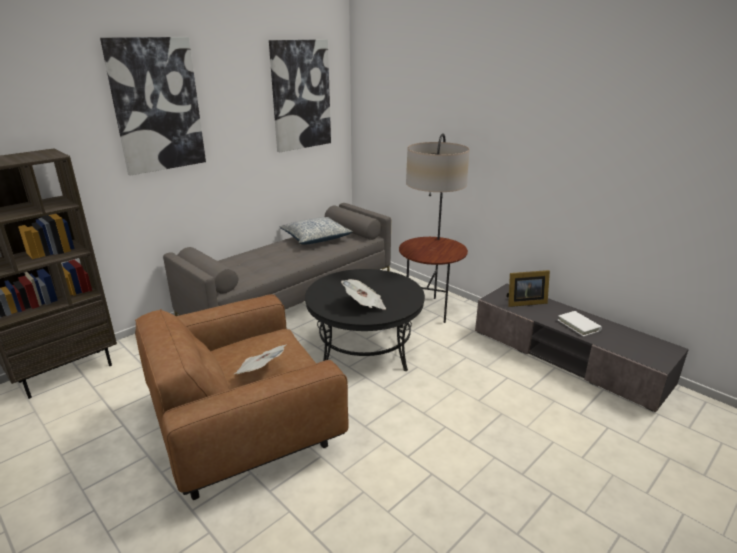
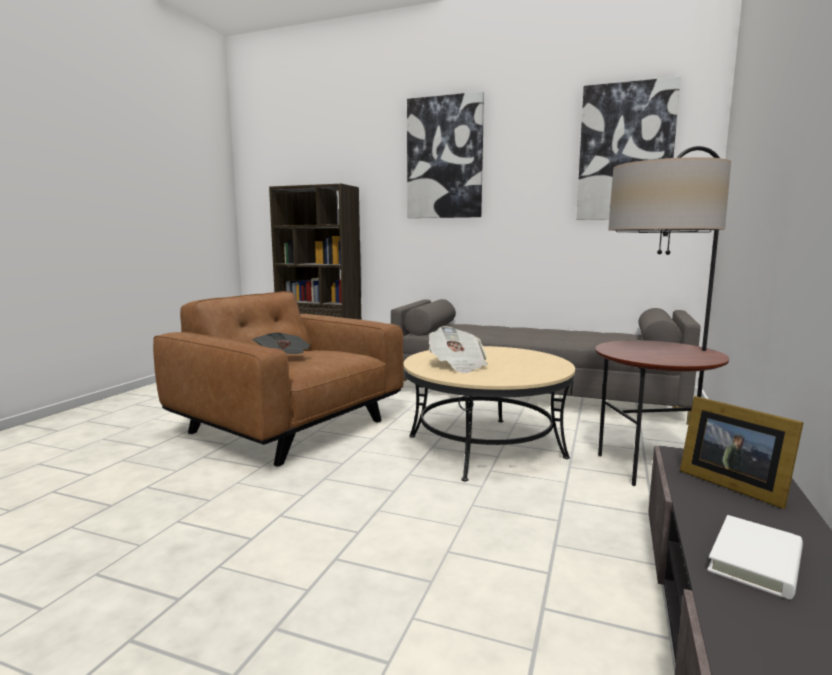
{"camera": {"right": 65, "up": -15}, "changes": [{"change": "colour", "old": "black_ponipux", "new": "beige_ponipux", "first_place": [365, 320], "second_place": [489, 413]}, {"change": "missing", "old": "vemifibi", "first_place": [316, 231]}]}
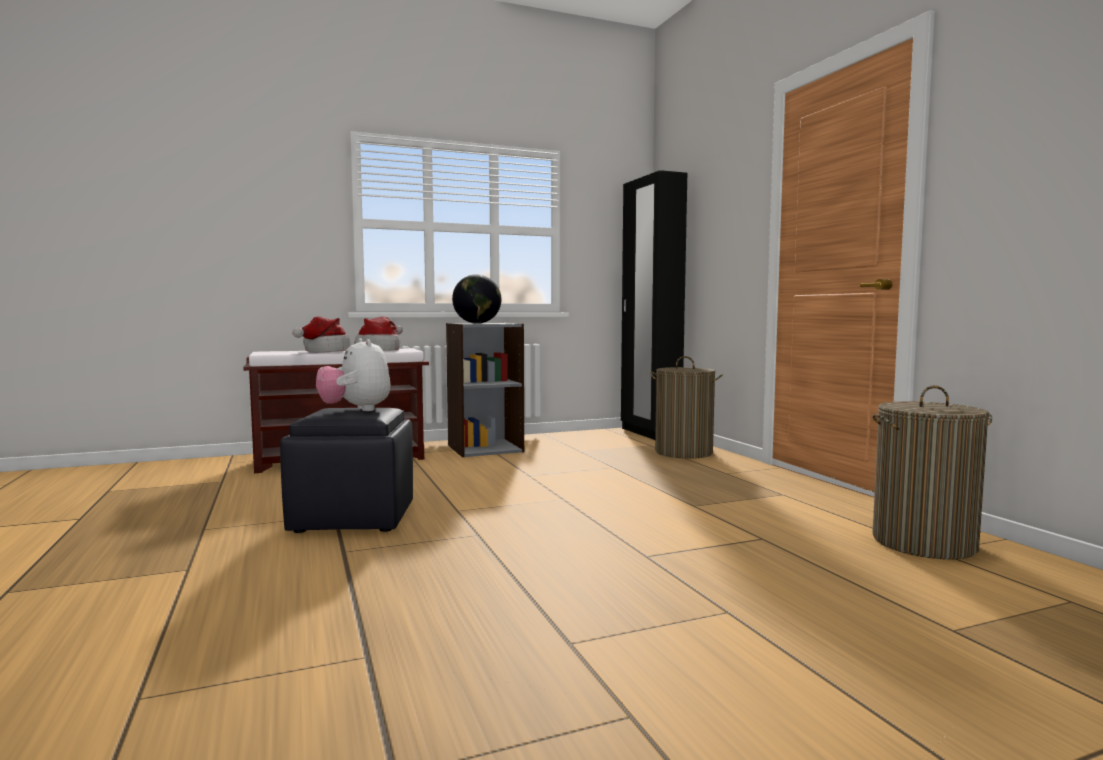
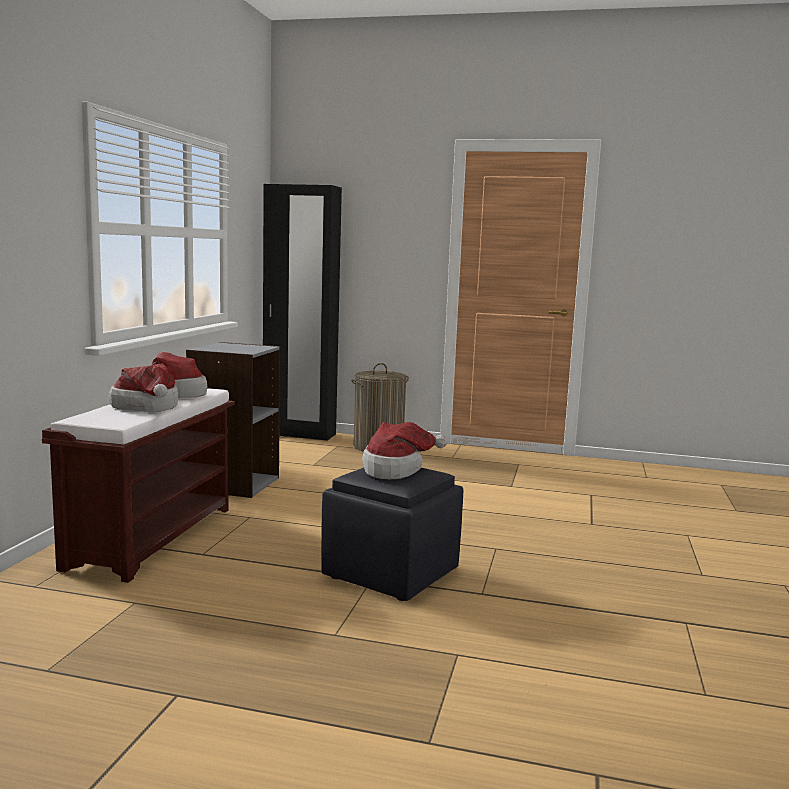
{"camera": {"right": -55, "up": 5}, "changes": [{"change": "exchanged", "old": "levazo", "new": "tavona", "first_place": [353, 374], "second_place": [404, 450]}, {"change": "missing", "old": "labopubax", "first_place": [476, 299]}, {"change": "missing", "old": "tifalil", "first_place": [932, 472]}]}
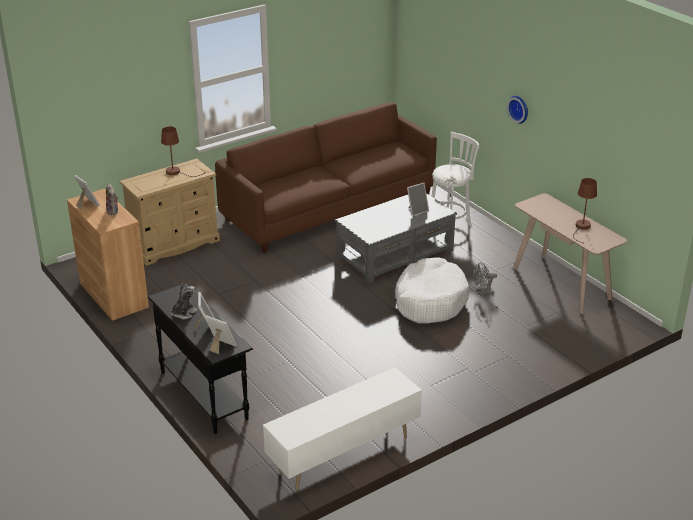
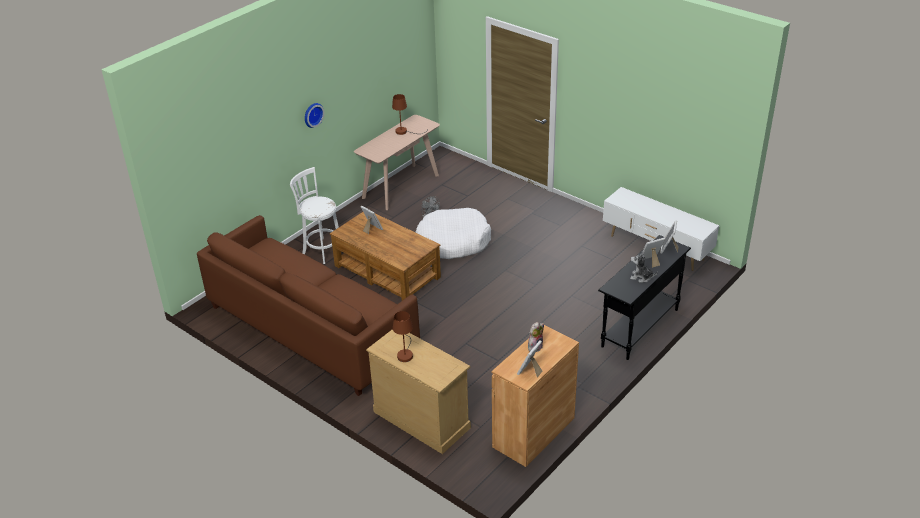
{"camera": {"right": -105, "up": 5}, "changes": [{"change": "colour", "old": "grey_ponipux", "new": "brown_ponipux", "first_place": [396, 238], "second_place": [385, 256]}]}
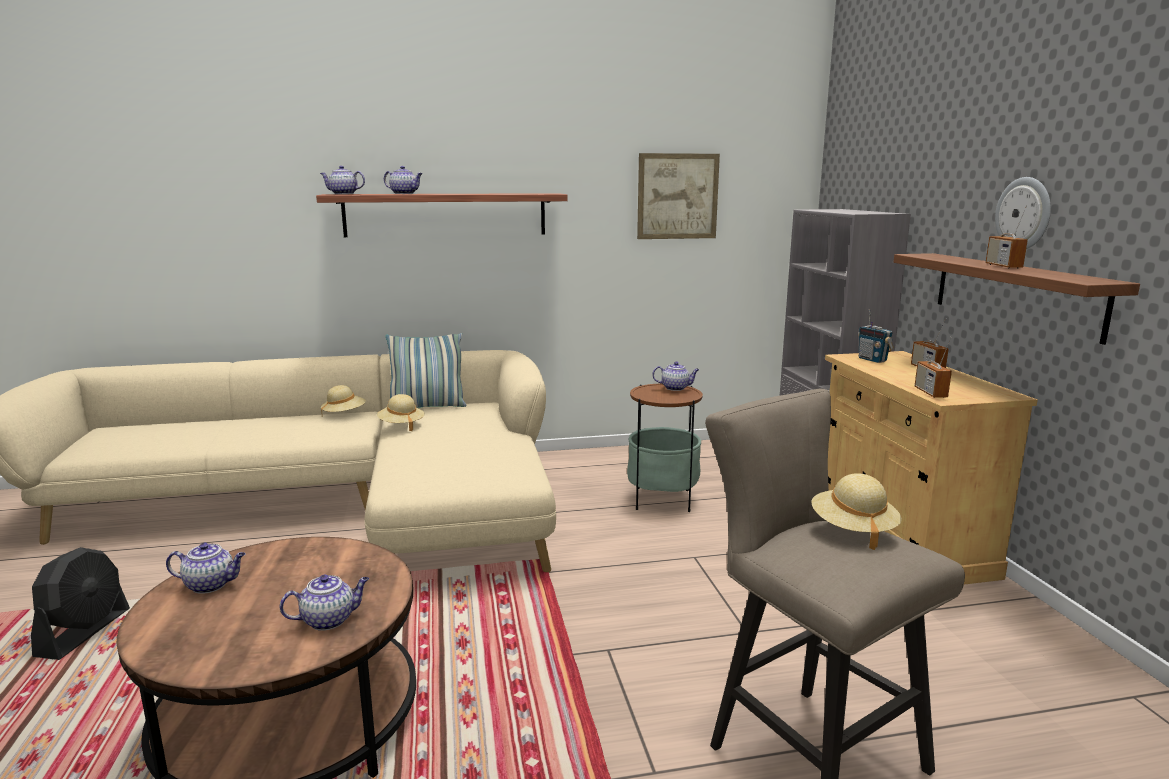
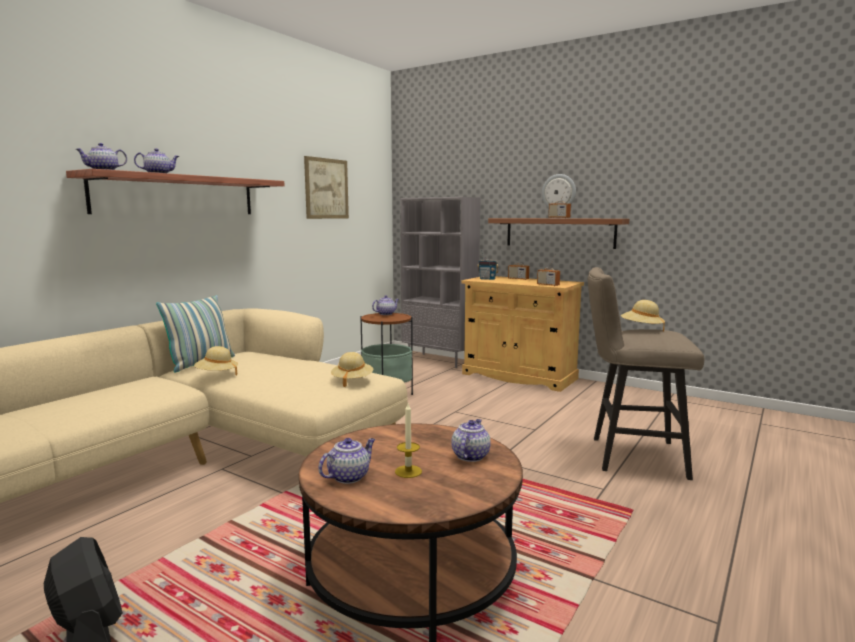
{"camera": {"right": -45, "up": -5}, "changes": [{"change": "relocated", "old": "beige_tavona", "first_place": [343, 401], "second_place": [352, 369]}, {"change": "appeared", "new": "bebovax", "second_place": [408, 440]}]}
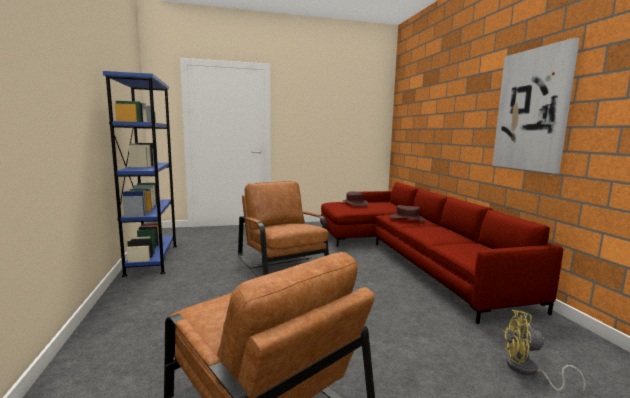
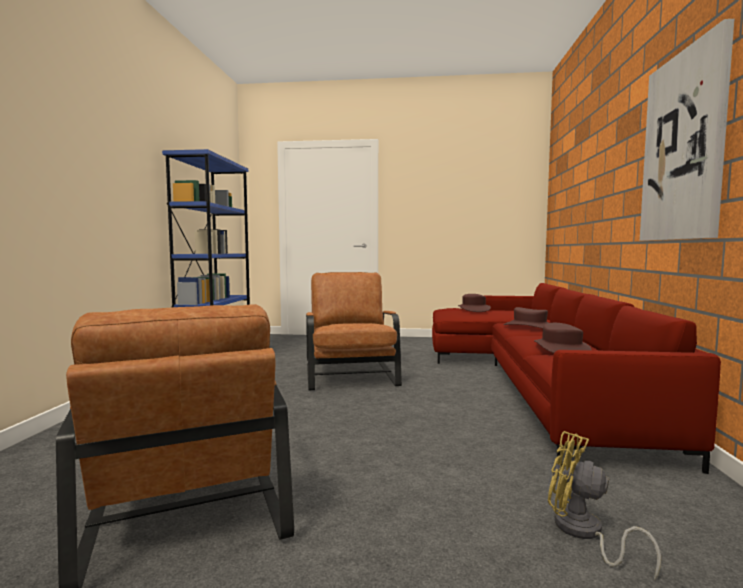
{"camera": {"right": 20, "up": -5}, "changes": [{"change": "appeared", "new": "brown_tavona", "second_place": [563, 338]}]}
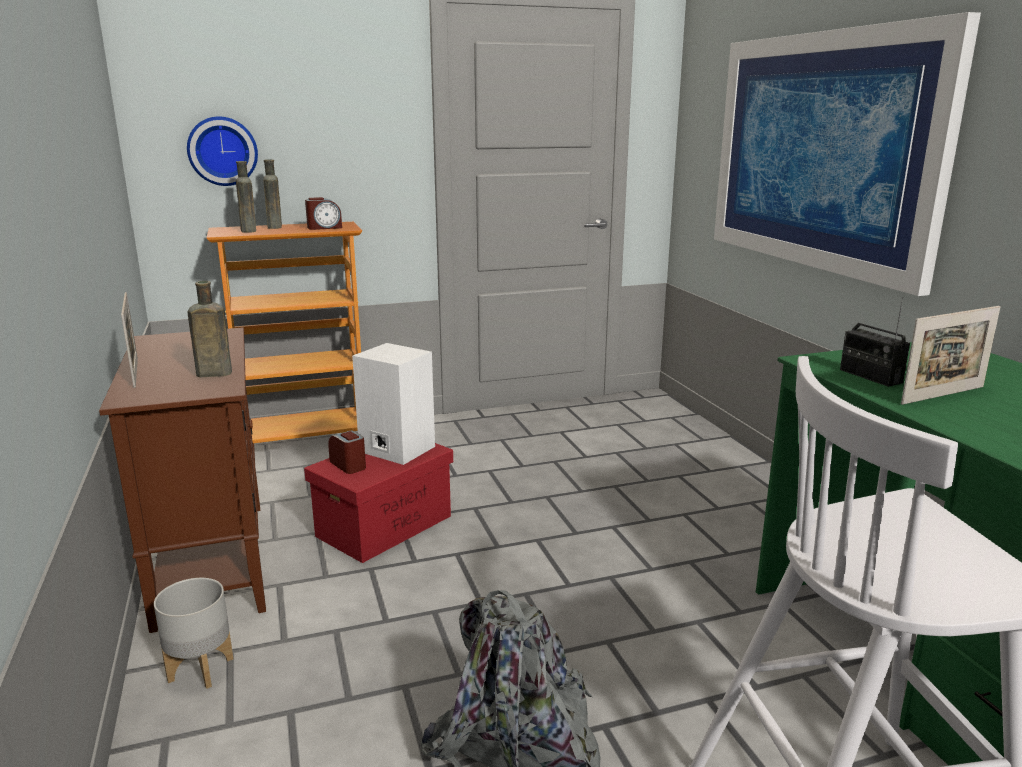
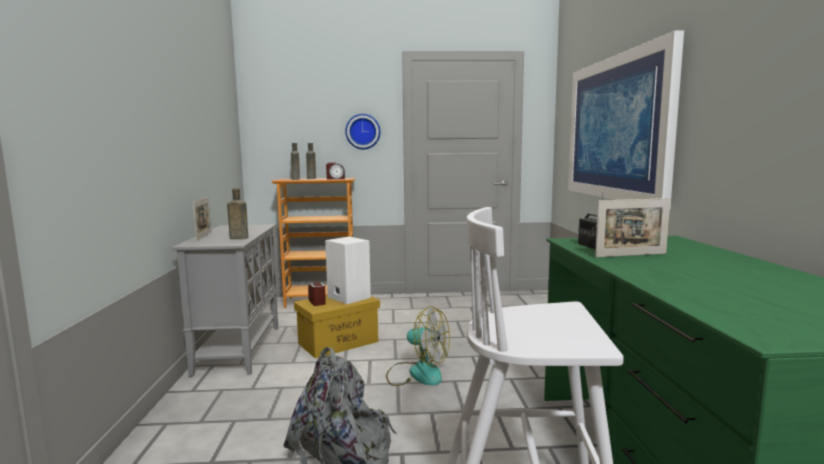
{"camera": {"right": 15, "up": -10}, "changes": [{"change": "colour", "old": "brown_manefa", "new": "grey_manefa", "first_place": [182, 480], "second_place": [224, 300]}, {"change": "colour", "old": "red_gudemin", "new": "yellow_gudemin", "first_place": [378, 503], "second_place": [337, 327]}, {"change": "relocated", "old": "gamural", "first_place": [222, 151], "second_place": [362, 131]}, {"change": "appeared", "new": "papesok", "second_place": [418, 346]}, {"change": "missing", "old": "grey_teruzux", "first_place": [193, 633]}]}
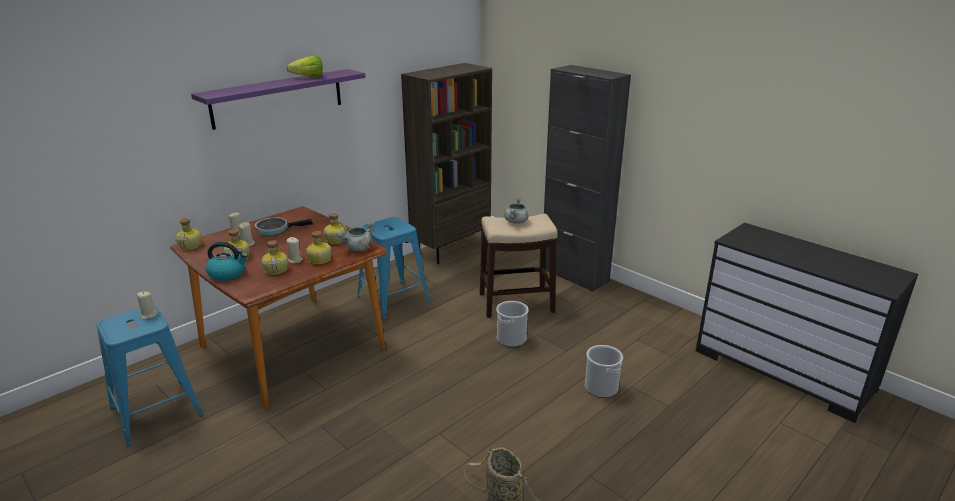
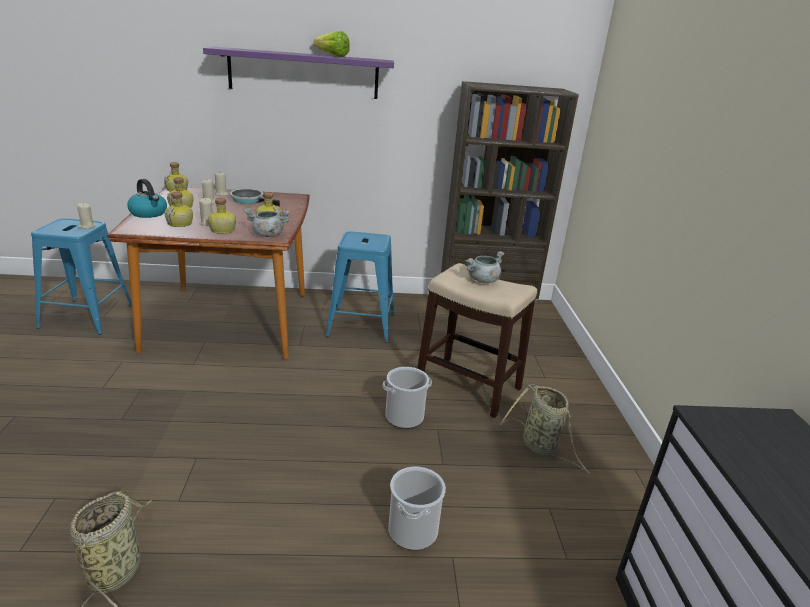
{"camera": {"right": 40, "up": 0}, "changes": [{"change": "appeared", "new": "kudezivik", "second_place": [545, 428]}, {"change": "missing", "old": "black_manefa", "first_place": [587, 178]}]}
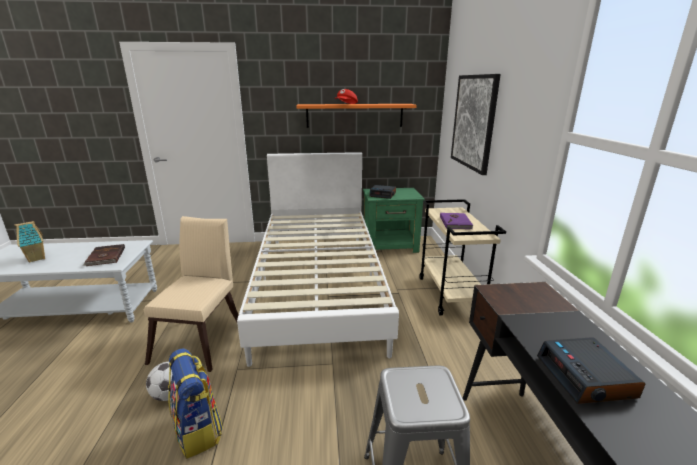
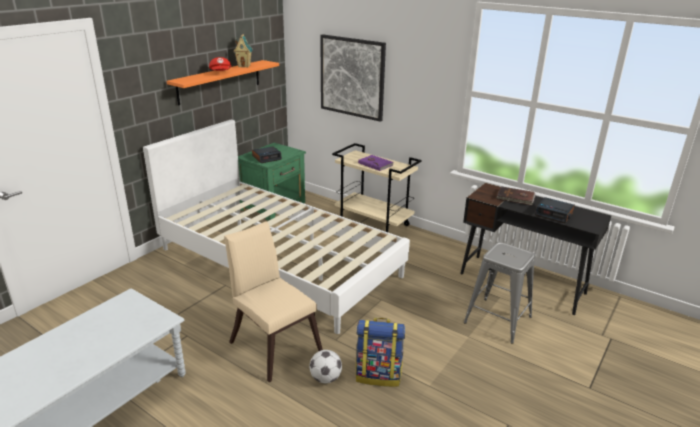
{"camera": {"right": -50, "up": 5}, "changes": [{"change": "relocated", "old": "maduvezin", "first_place": [30, 241], "second_place": [243, 51]}, {"change": "relocated", "old": "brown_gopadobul", "first_place": [104, 255], "second_place": [516, 195]}]}
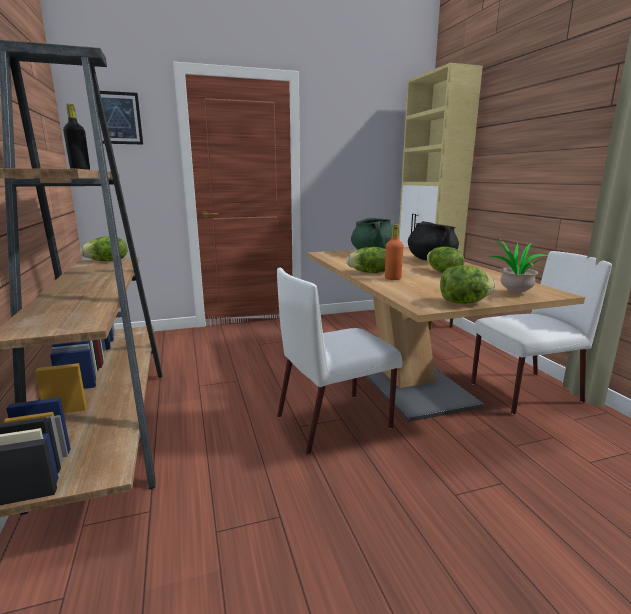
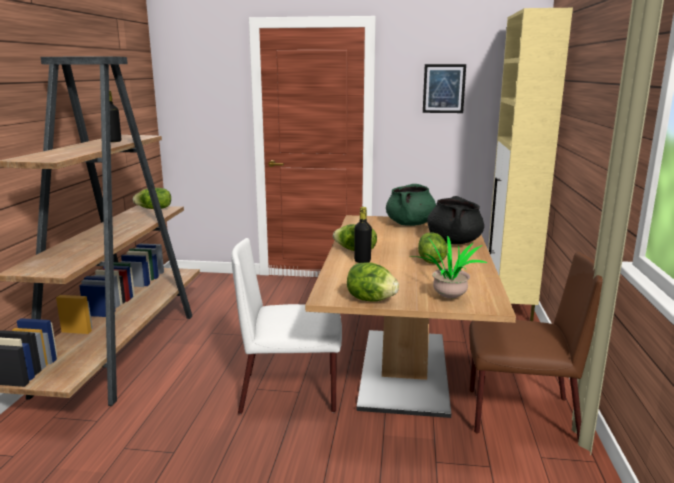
{"camera": {"right": 25, "up": 0}, "changes": [{"change": "colour", "old": "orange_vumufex", "new": "black_vumufex", "first_place": [394, 252], "second_place": [363, 235]}, {"change": "relocated", "old": "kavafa", "first_place": [121, 117], "second_place": [444, 88]}, {"change": "colour", "old": "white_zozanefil", "new": "brown_zozanefil", "first_place": [541, 333], "second_place": [536, 346]}]}
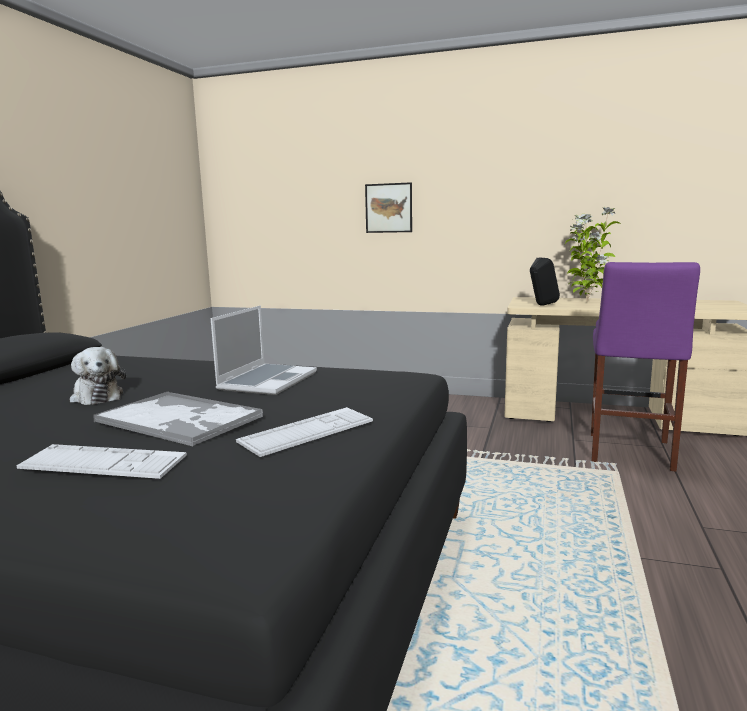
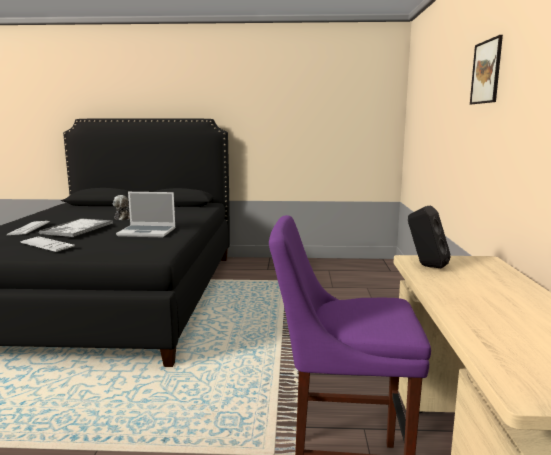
{"camera": {"right": 75, "up": 0}, "changes": [{"change": "relocated", "old": "kavafa", "first_place": [388, 207], "second_place": [486, 69]}, {"change": "missing", "old": "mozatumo", "first_place": [593, 254]}]}
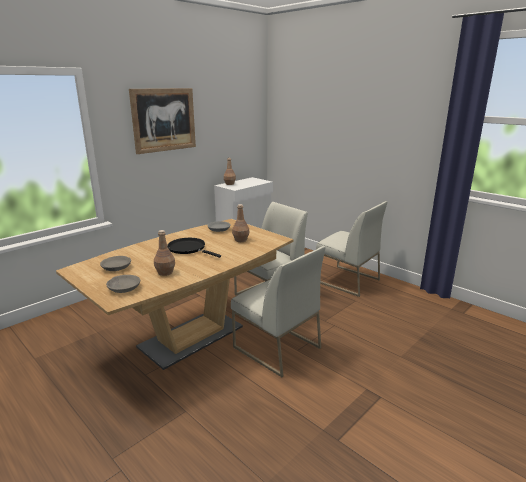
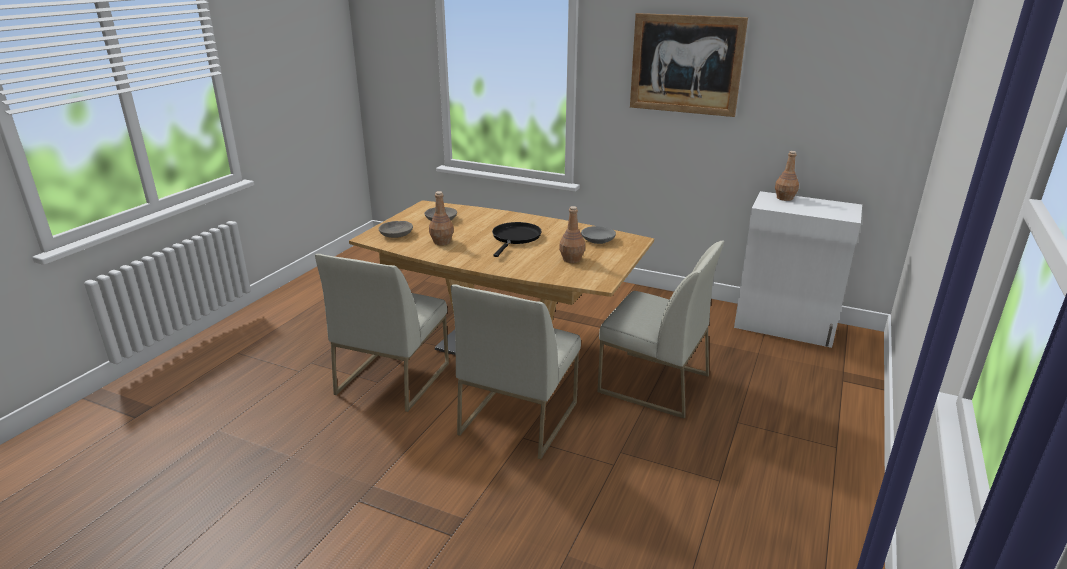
{"camera": {"right": 70, "up": 5}, "changes": [{"change": "relocated", "old": "white_zozanefil", "first_place": [352, 249], "second_place": [382, 333]}]}
